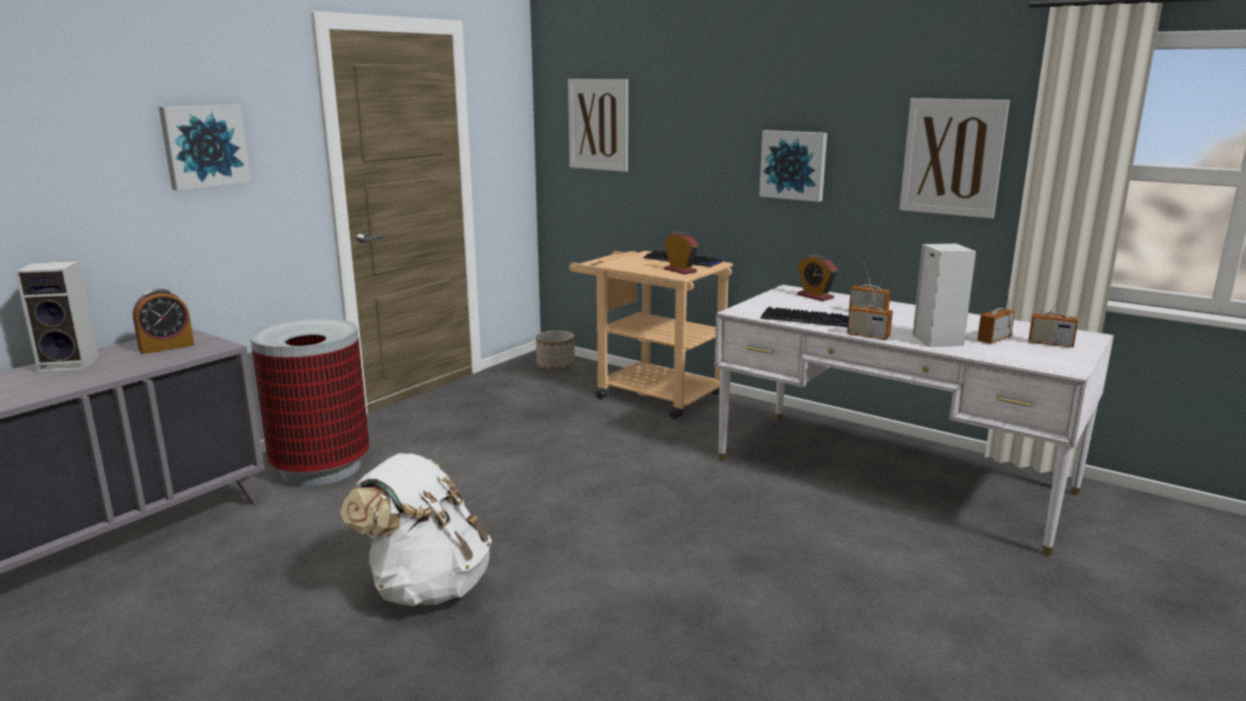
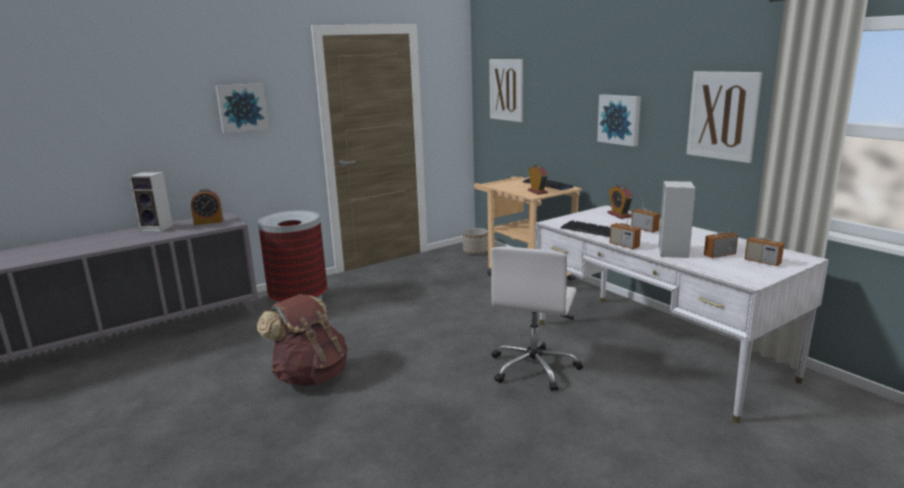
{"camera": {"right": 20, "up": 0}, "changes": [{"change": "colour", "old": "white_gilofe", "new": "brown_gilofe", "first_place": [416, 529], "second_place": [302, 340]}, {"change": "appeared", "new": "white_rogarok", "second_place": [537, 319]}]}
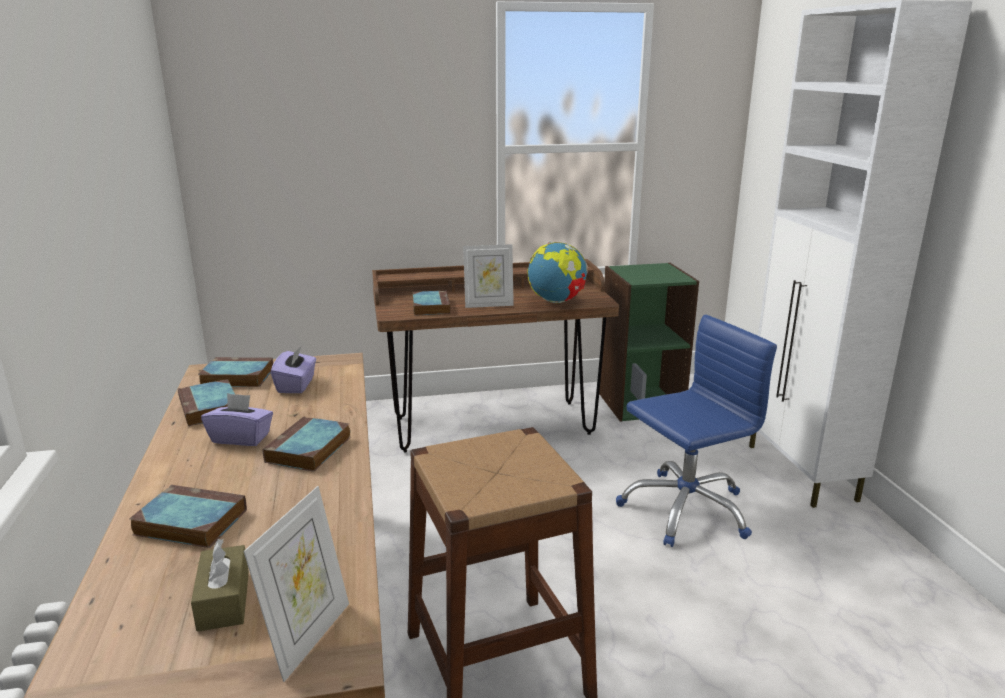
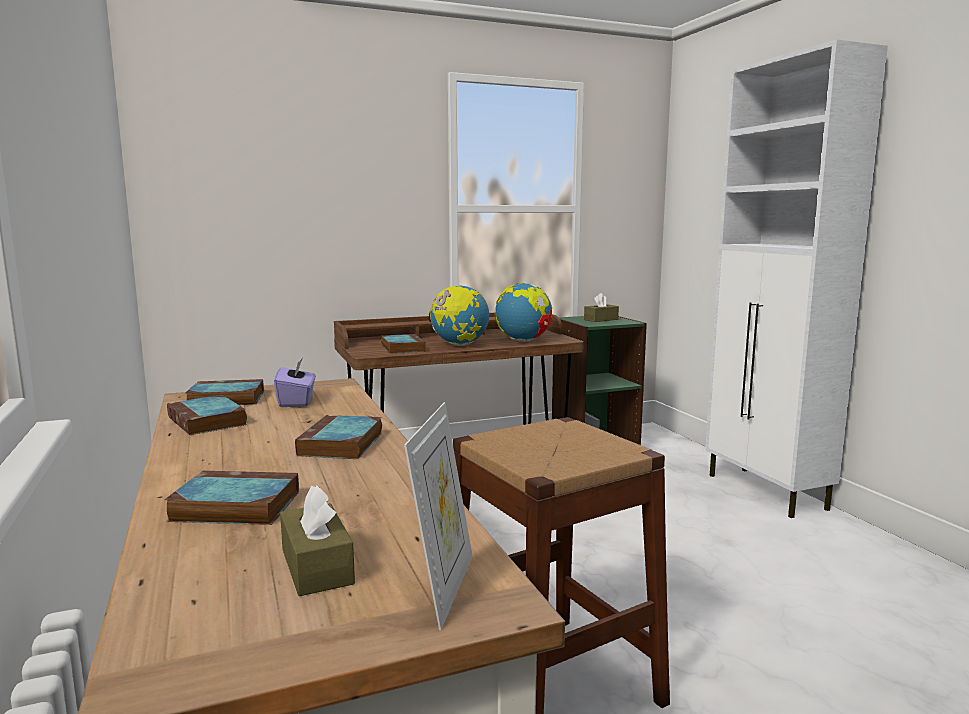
{"camera": {"right": -10, "up": -10}, "changes": [{"change": "exchanged", "old": "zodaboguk", "new": "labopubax", "first_place": [488, 276], "second_place": [459, 315]}, {"change": "appeared", "new": "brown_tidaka", "second_place": [601, 307]}, {"change": "missing", "old": "purple_tidaka", "first_place": [237, 419]}, {"change": "missing", "old": "blue_rogarok", "first_place": [696, 431]}]}
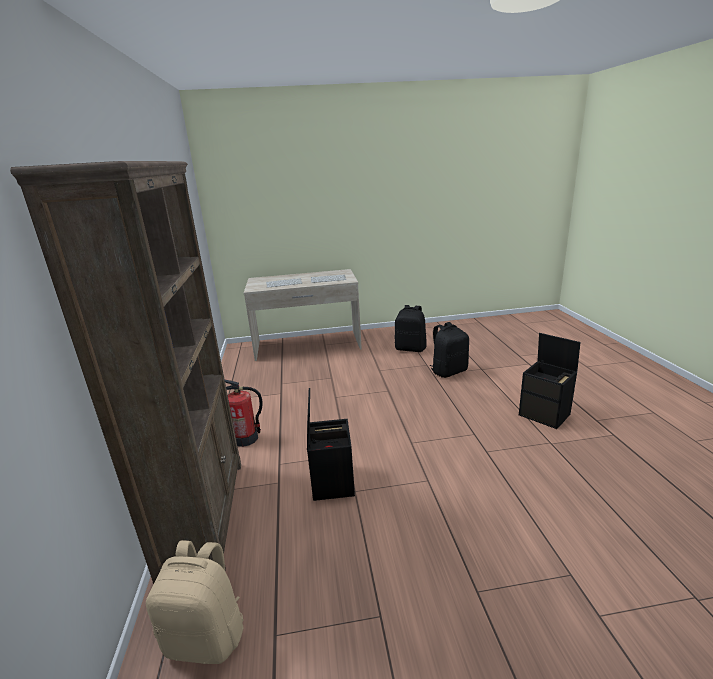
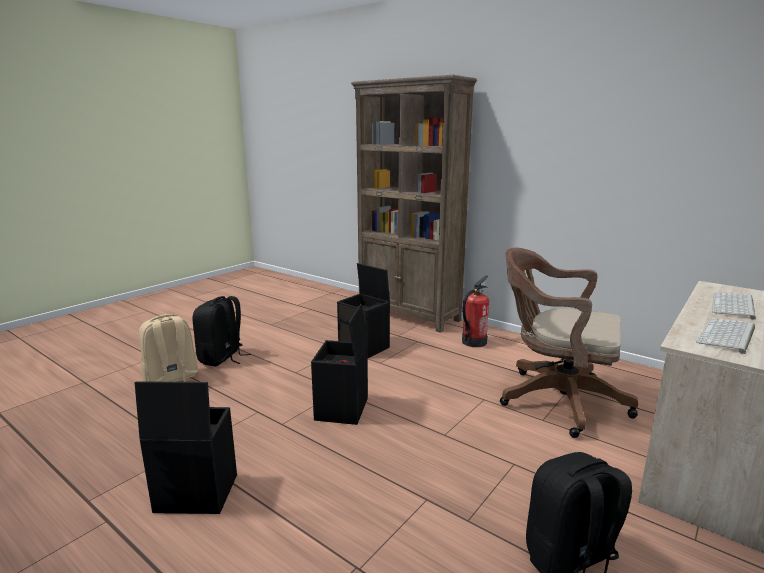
{"camera": {"right": 135, "up": -5}, "changes": [{"change": "relocated", "old": "beige_gilofe", "first_place": [195, 602], "second_place": [168, 348]}, {"change": "relocated", "old": "black_gilofe", "first_place": [449, 350], "second_place": [221, 331]}, {"change": "appeared", "new": "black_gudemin", "second_place": [339, 364]}, {"change": "appeared", "new": "brown_rogarok", "second_place": [569, 343]}]}
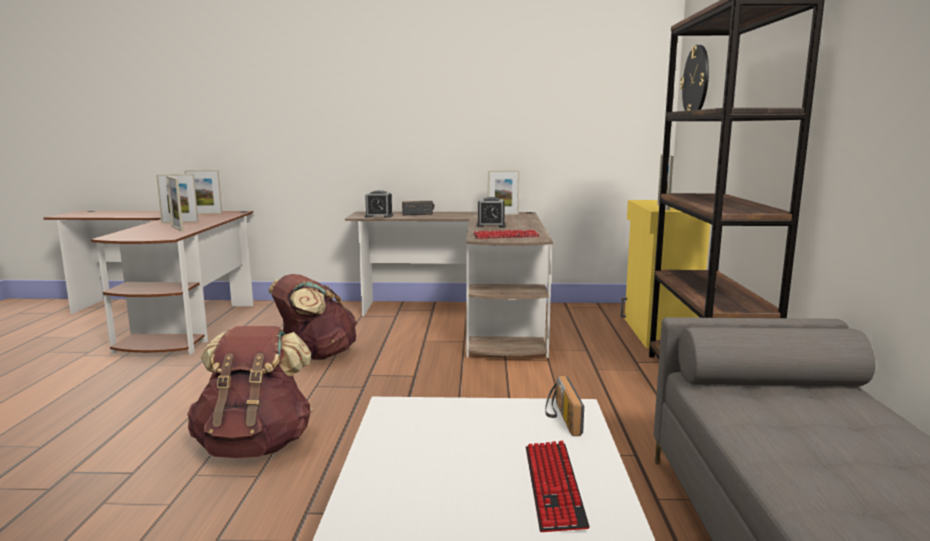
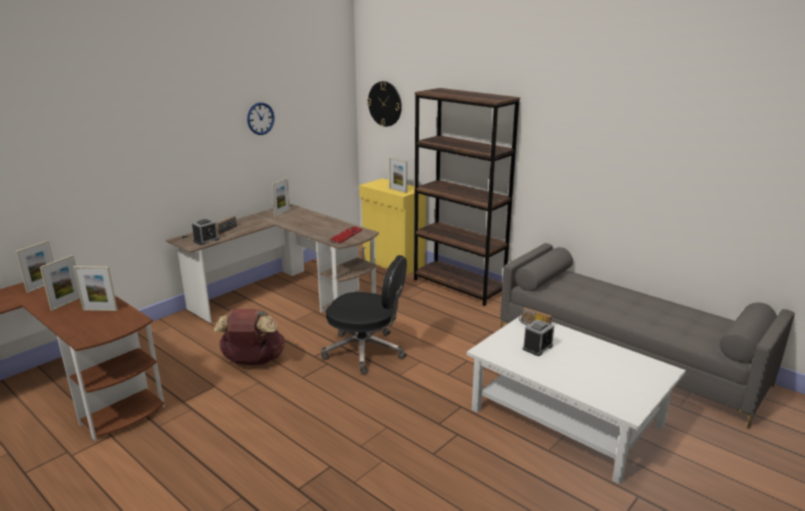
{"camera": {"right": -50, "up": 10}, "changes": [{"change": "appeared", "new": "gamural", "second_place": [260, 118]}, {"change": "appeared", "new": "black_rogarok", "second_place": [364, 315]}, {"change": "relocated", "old": "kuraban", "first_place": [491, 212], "second_place": [538, 337]}, {"change": "missing", "old": "brown_gilofe", "first_place": [250, 392]}, {"change": "missing", "old": "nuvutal", "first_place": [558, 486]}]}
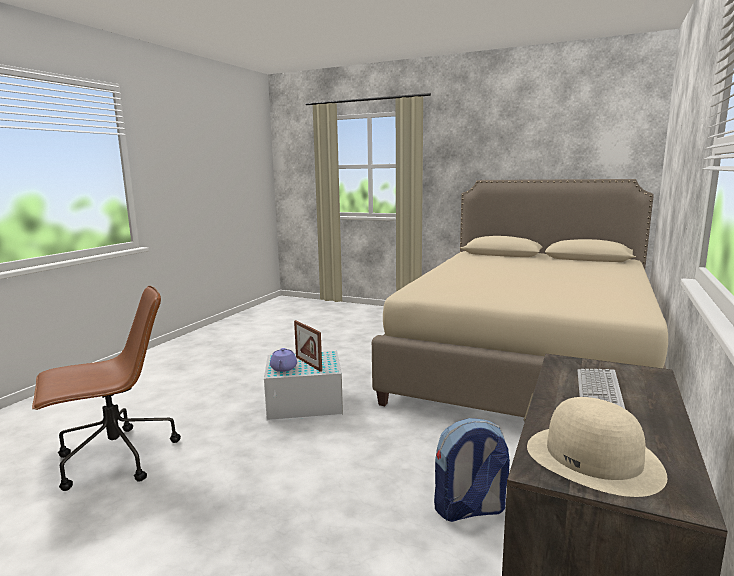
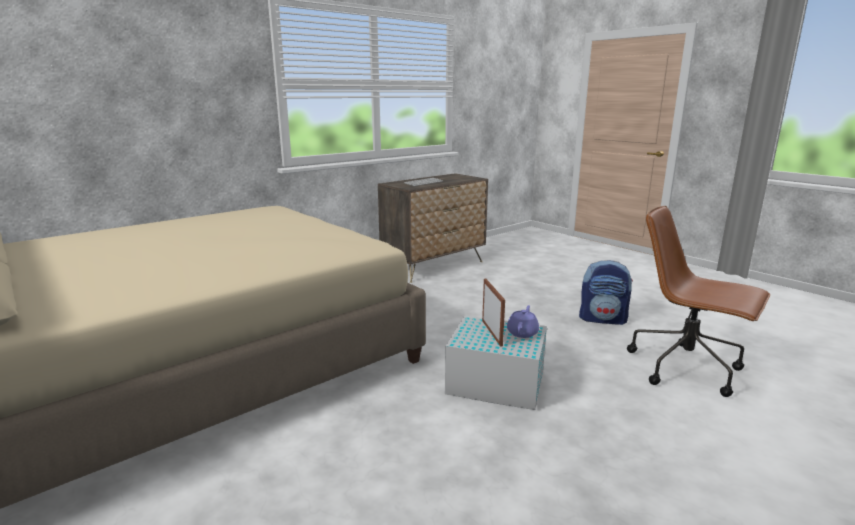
{"camera": {"right": -155, "up": 5}, "changes": [{"change": "relocated", "old": "gilofe", "first_place": [472, 470], "second_place": [606, 292]}, {"change": "spun", "old": "brown_rogarok", "first_place": [106, 388], "second_place": [698, 301], "degrees": 45}, {"change": "missing", "old": "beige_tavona", "first_place": [597, 447]}]}
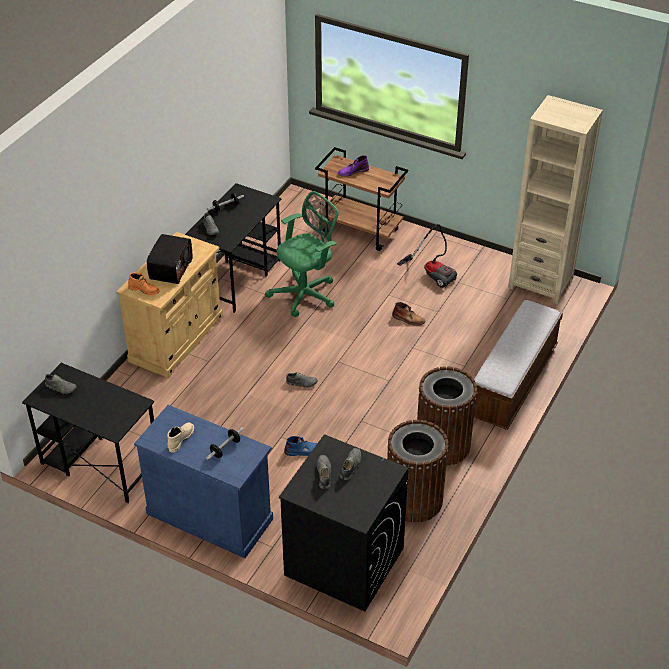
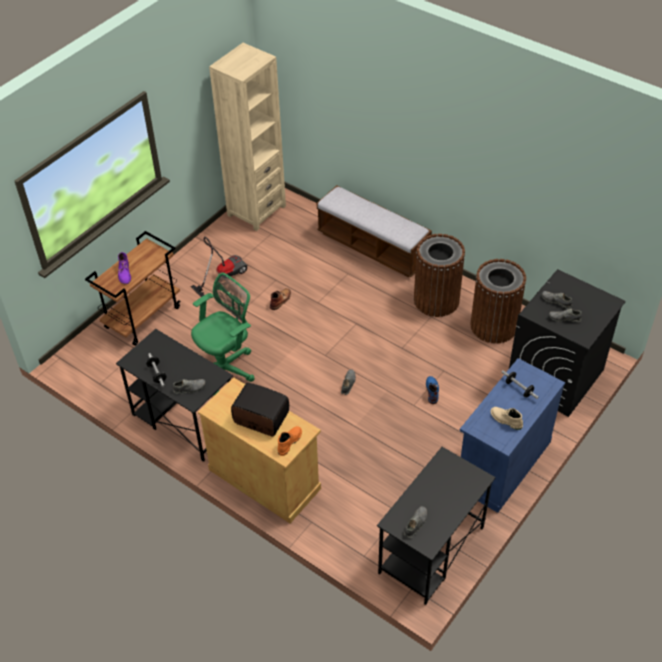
{"camera": {"right": -80, "up": 5}, "changes": [{"change": "spun", "old": "green_rogarok", "first_place": [302, 254], "second_place": [222, 334], "degrees": 75}]}
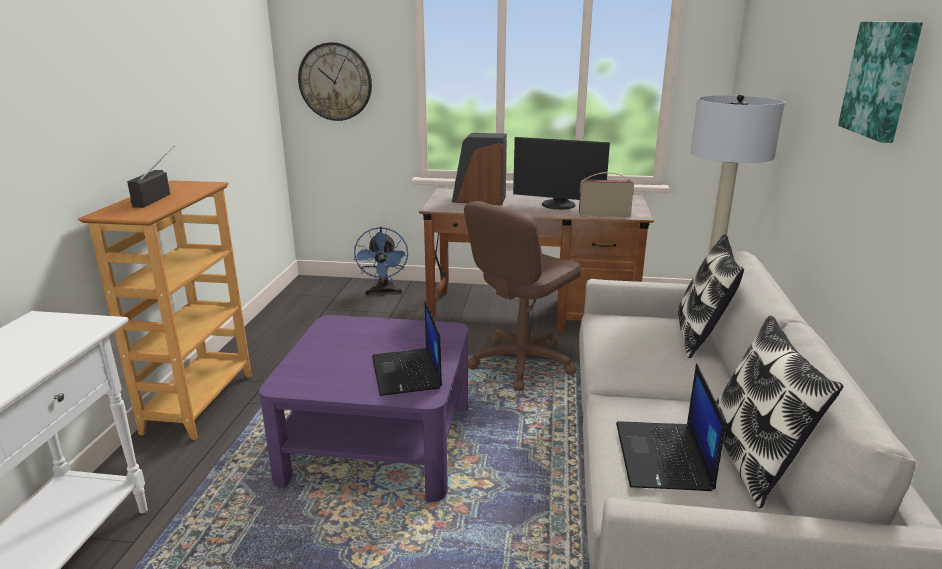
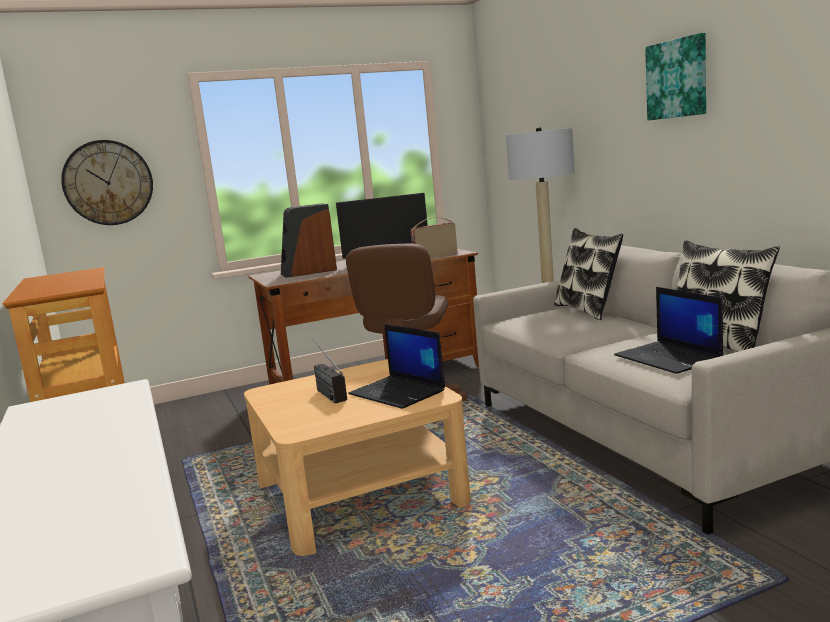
{"camera": {"right": -30, "up": -10}, "changes": [{"change": "colour", "old": "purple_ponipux", "new": "beige_ponipux", "first_place": [363, 408], "second_place": [357, 457]}, {"change": "relocated", "old": "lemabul", "first_place": [151, 177], "second_place": [329, 370]}, {"change": "missing", "old": "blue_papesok", "first_place": [381, 261]}]}
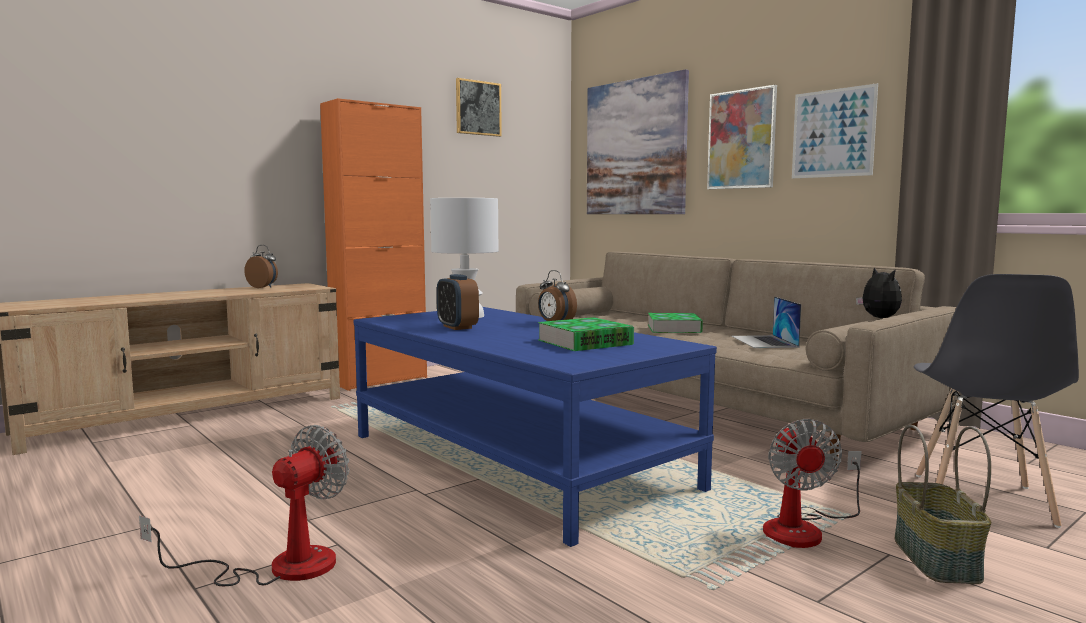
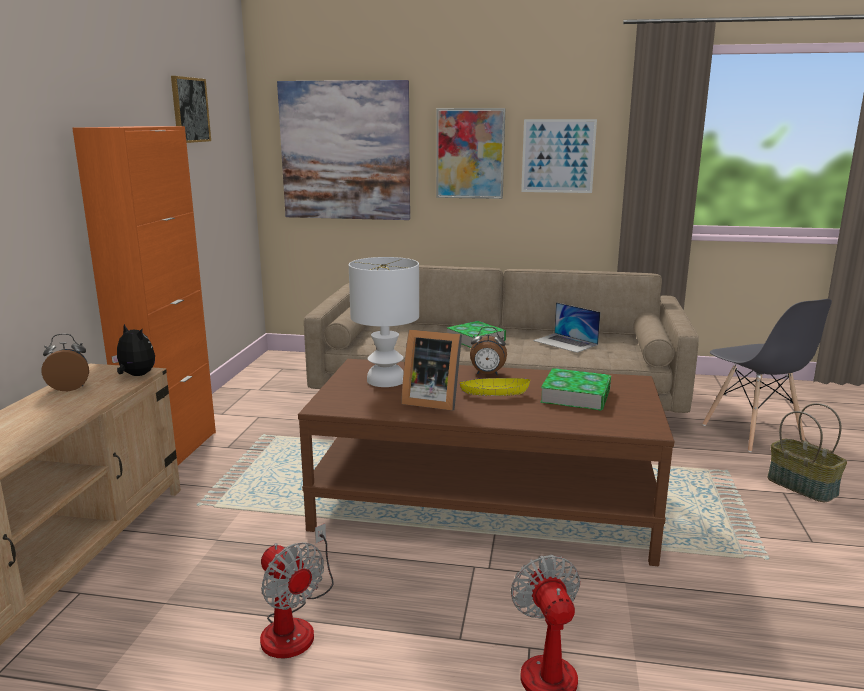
{"camera": {"right": -40, "up": 10}, "changes": [{"change": "relocated", "old": "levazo", "first_place": [879, 292], "second_place": [133, 350]}, {"change": "relocated", "old": "papesok", "first_place": [812, 483], "second_place": [297, 590]}, {"change": "colour", "old": "blue_ponipux", "new": "brown_ponipux", "first_place": [535, 427], "second_place": [486, 462]}, {"change": "exchanged", "old": "kuraban", "new": "zodaboguk", "first_place": [458, 302], "second_place": [431, 369]}, {"change": "appeared", "new": "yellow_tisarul", "second_place": [495, 387]}]}
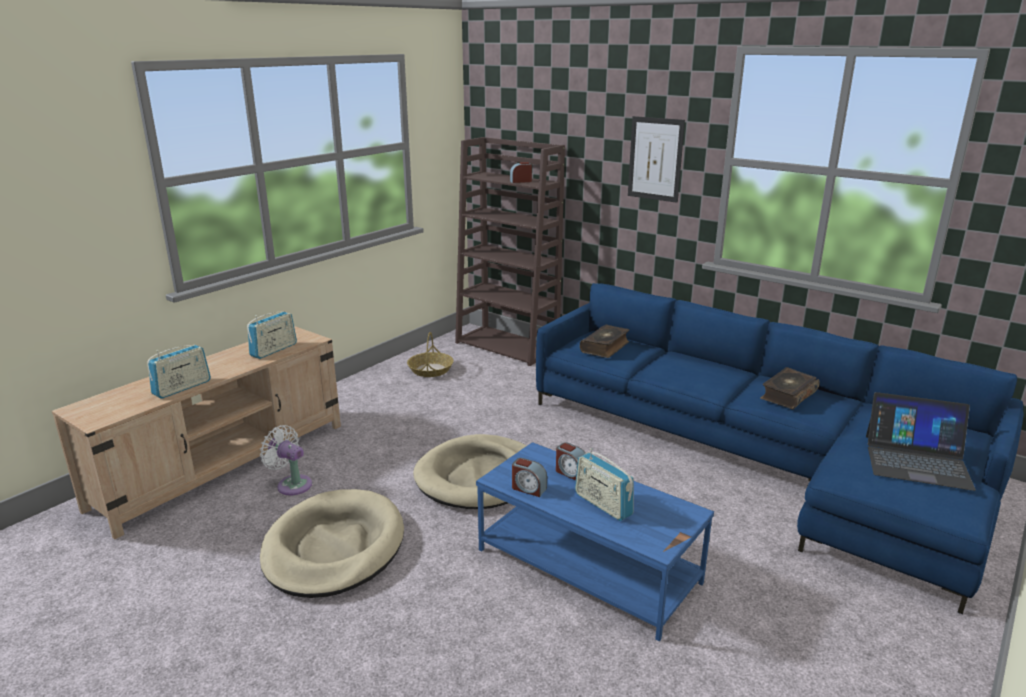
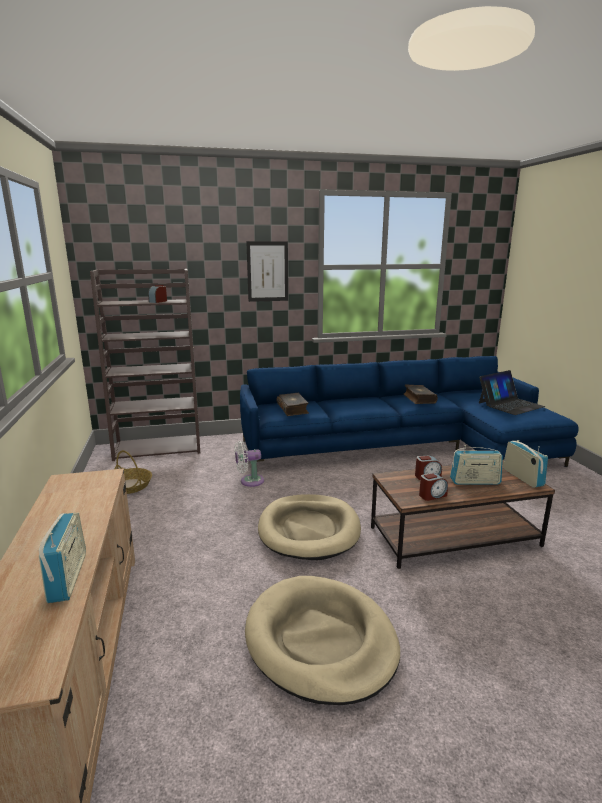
{"camera": {"right": -50, "up": -5}, "changes": [{"change": "relocated", "old": "white_papesok", "first_place": [286, 460], "second_place": [249, 464]}, {"change": "colour", "old": "blue_ponipux", "new": "brown_ponipux", "first_place": [595, 541], "second_place": [463, 514]}, {"change": "relocated", "old": "lemabul", "first_place": [272, 335], "second_place": [525, 464]}]}
